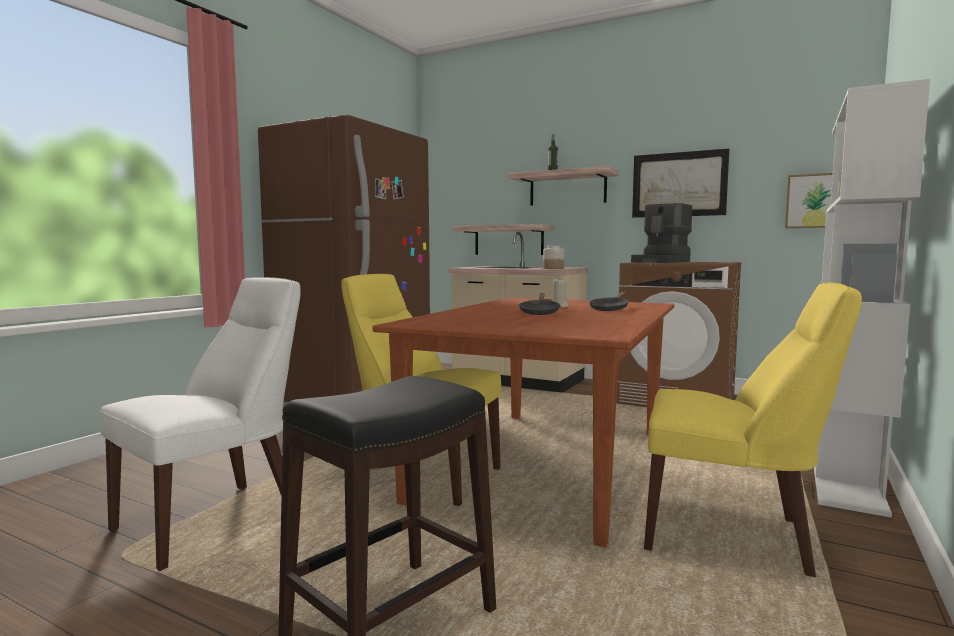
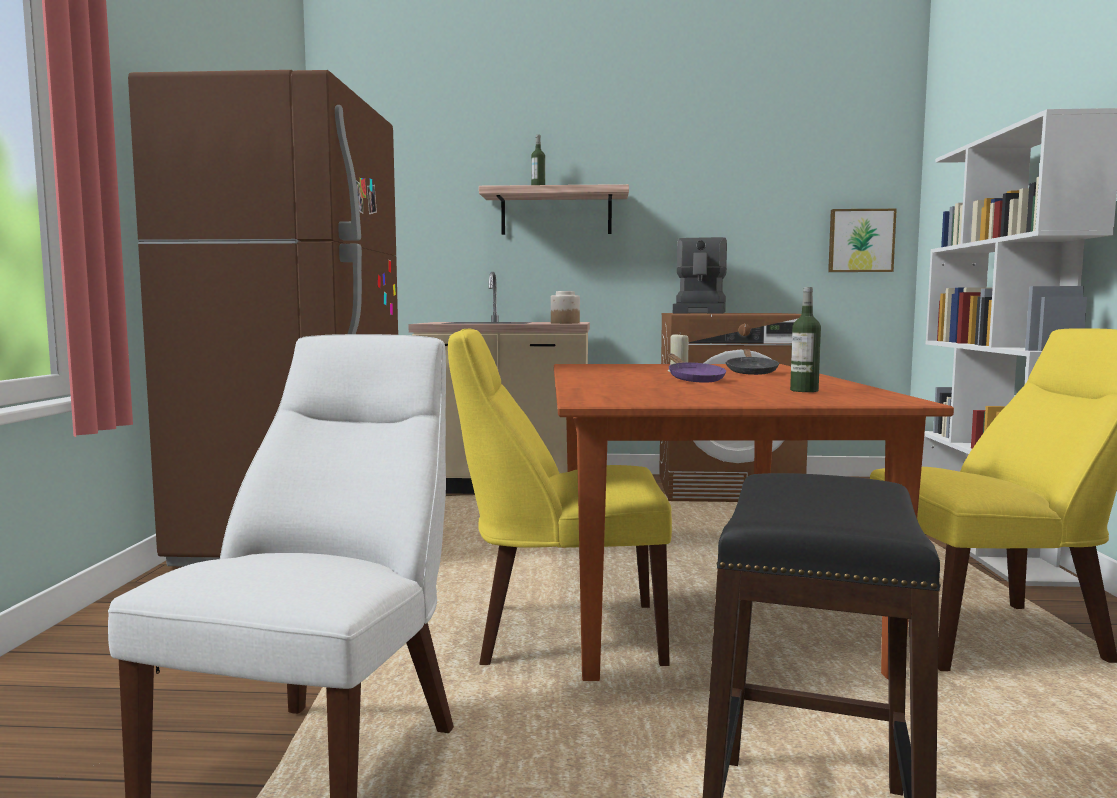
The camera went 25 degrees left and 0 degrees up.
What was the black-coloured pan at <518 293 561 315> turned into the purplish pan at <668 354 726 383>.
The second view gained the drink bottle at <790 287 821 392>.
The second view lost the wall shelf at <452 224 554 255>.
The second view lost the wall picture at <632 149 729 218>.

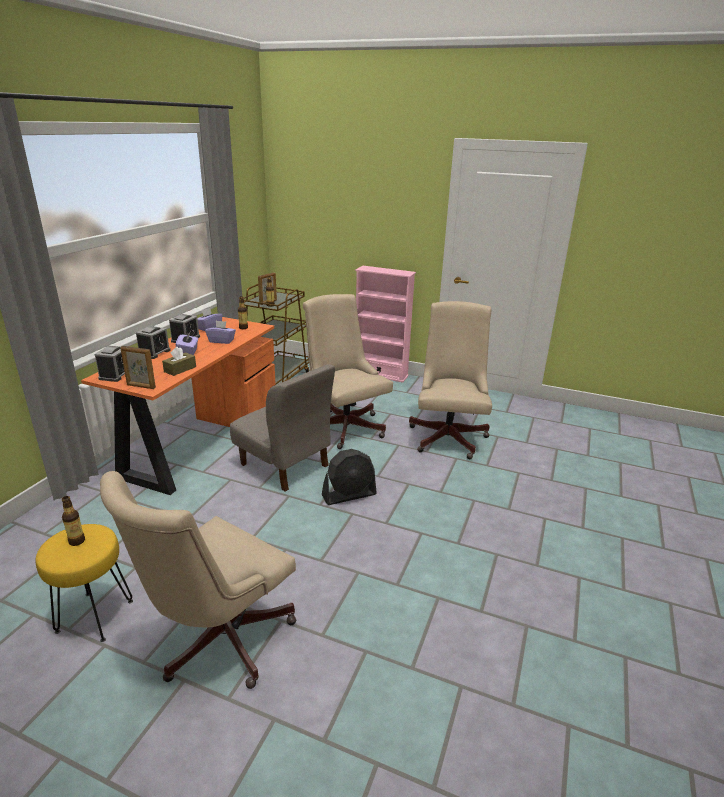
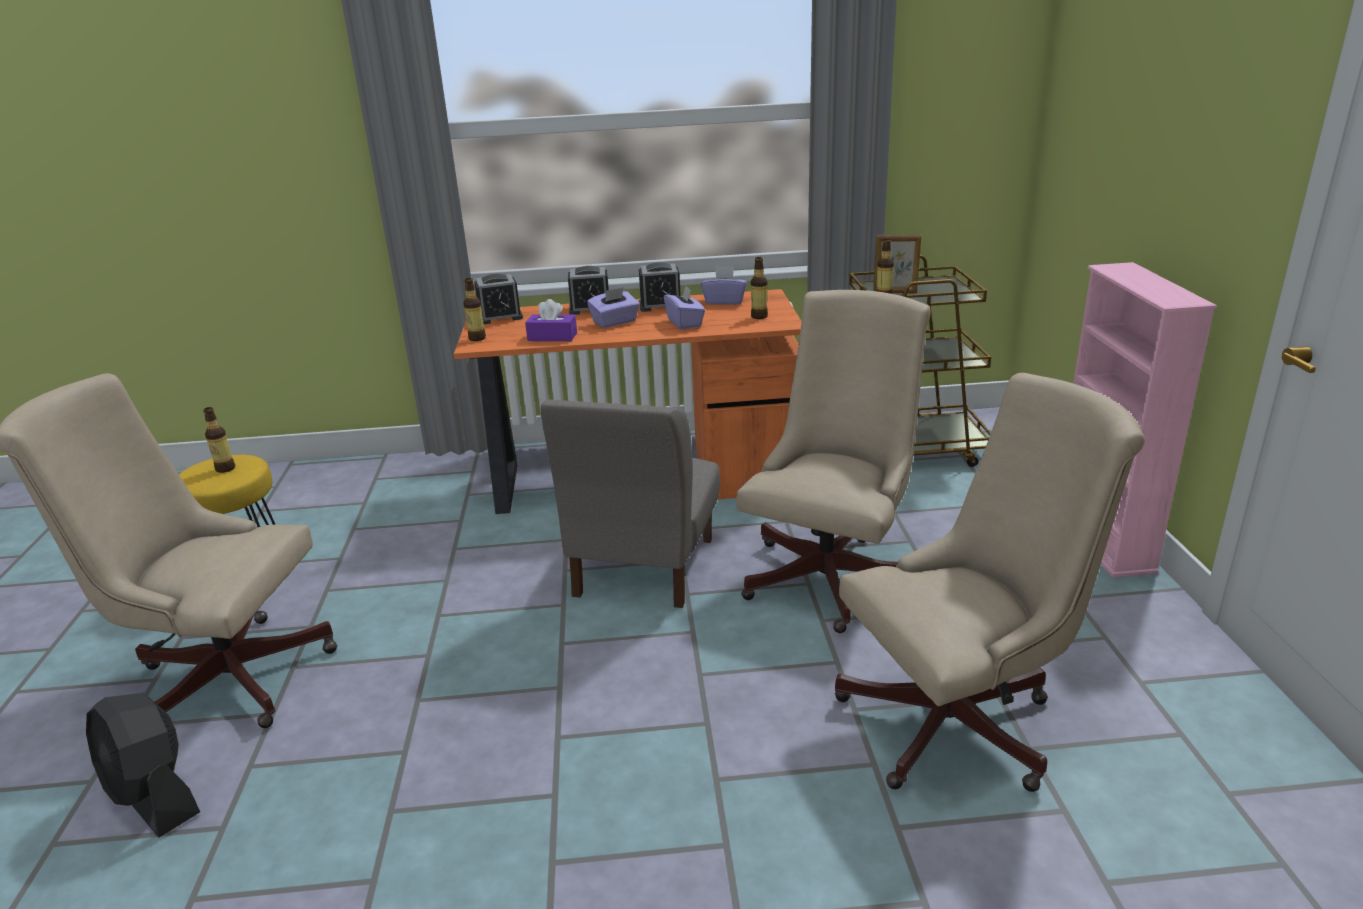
The camera went 65 degrees right and 0 degrees up.
The black-coloured cooling fan ended up elsewhere, having gone from <322 449 377 505> to <86 693 200 838>.
Where the standing frame stood at <120 346 156 389>, the drink bottle came to stand at <463 278 486 341>.
What was the brown-coloured box of tissues at <162 347 196 376> turned into the purplish box of tissues at <525 299 577 341>.

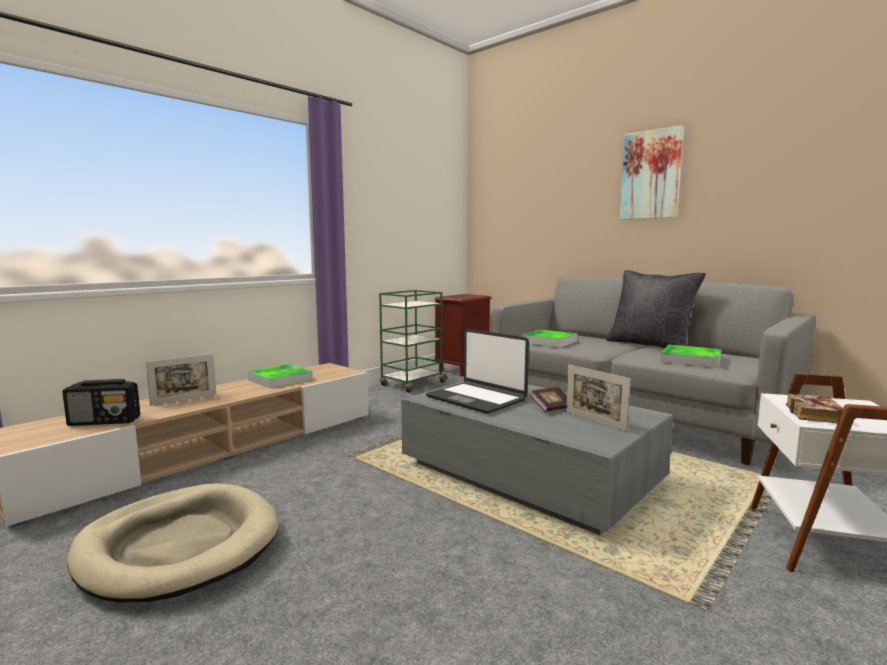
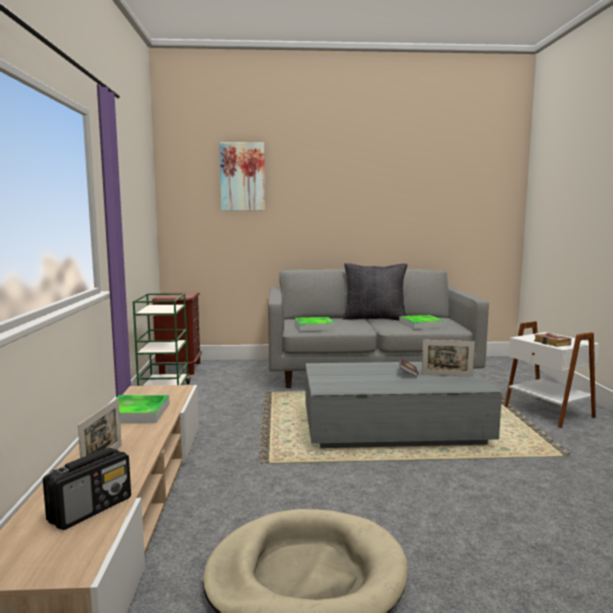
The camera went 45 degrees left and 0 degrees up.
The wall picture ended up elsewhere, having gone from <620 125 684 220> to <219 142 265 211>.
The second view lost the portable computer at <426 329 529 414>.

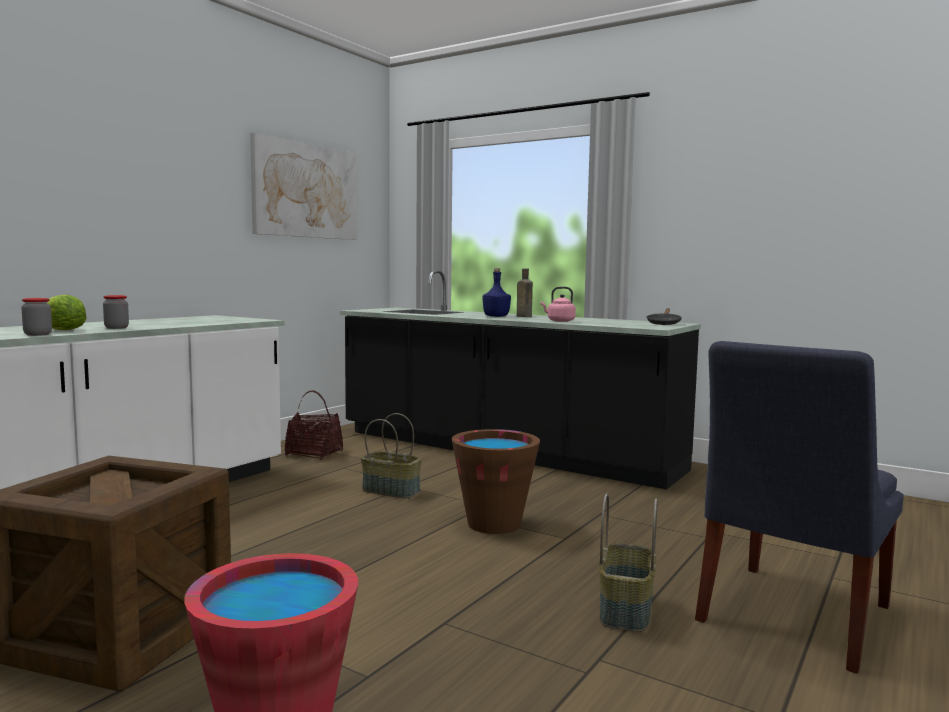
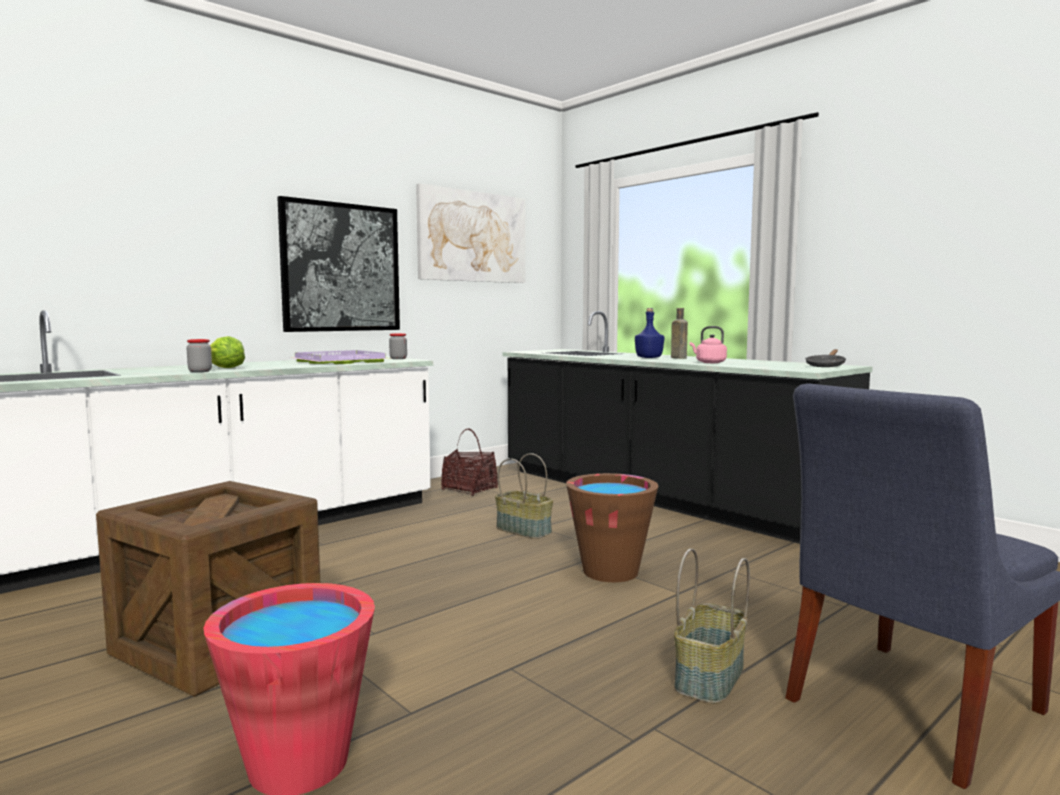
The camera went 15 degrees right and 0 degrees up.
The second view gained the wall picture at <277 196 400 332>.
The second view gained the purplish carrying tray at <289 350 388 364>.
The storage jar ended up elsewhere, having gone from <103 295 129 329> to <389 333 407 359>.

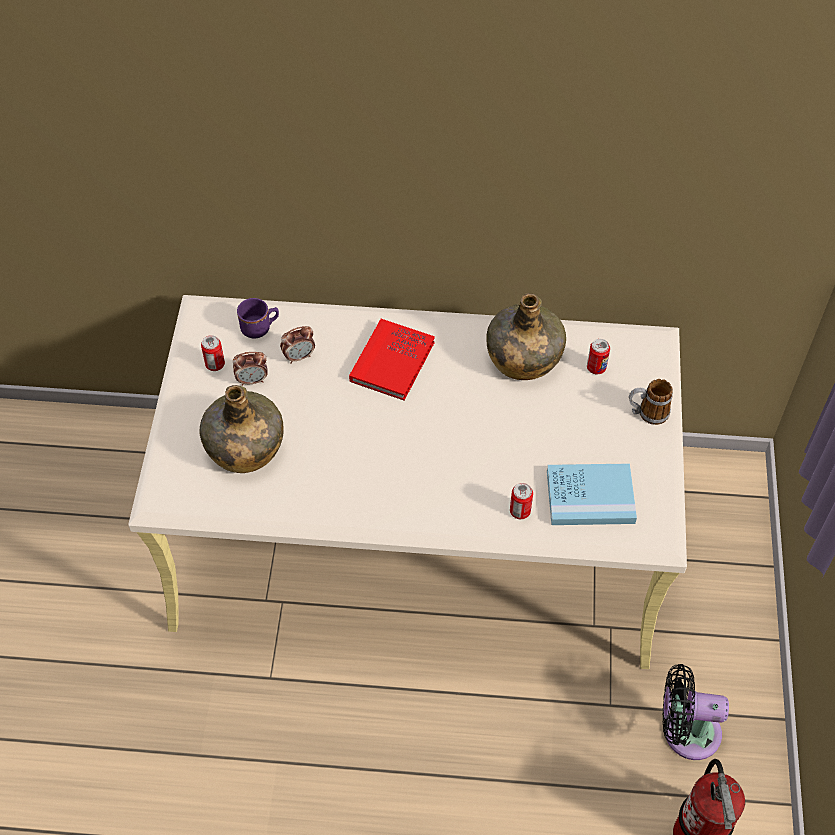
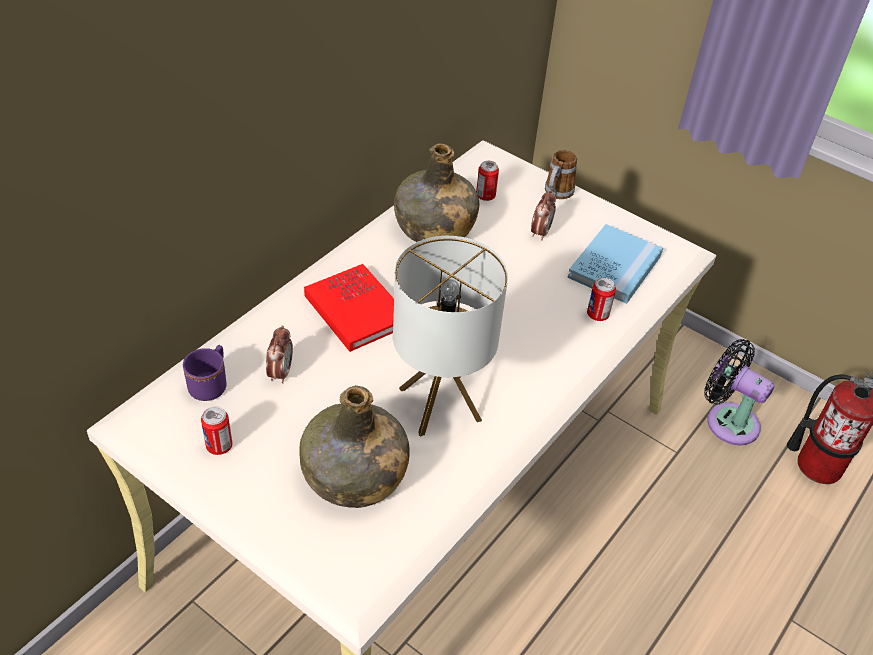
The camera went 60 degrees left and 10 degrees down.
The second view gained the tabletop lamp at <393 236 508 436>.
The alarm clock ended up elsewhere, having gone from <233 352 268 386> to <531 190 556 241>.
The black-coloured cooling fan at <663 664 729 760> ended up facing another way, 90 degrees clockwise from before.

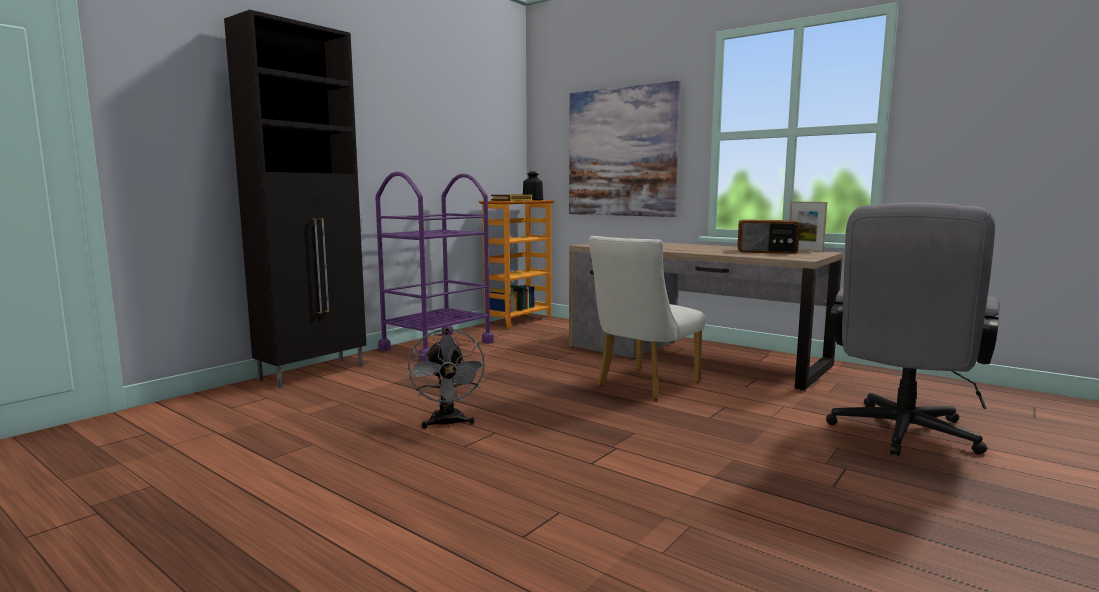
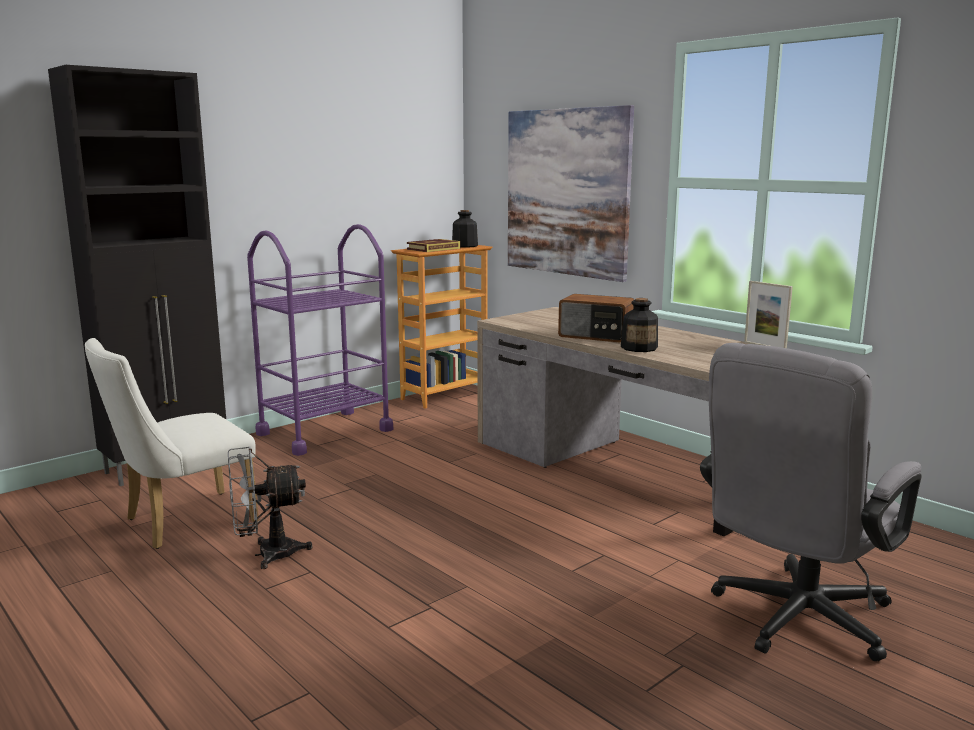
The camera went 10 degrees right and 5 degrees up.
The white upright chair ended up elsewhere, having gone from <588 236 705 400> to <85 338 259 549>.
The grey cooling fan at <408 328 486 429> ended up facing another way, 75 degrees clockwise from before.
The radio set ended up elsewhere, having gone from <737 220 800 254> to <558 294 635 342>.
The second view gained the drink bottle at <621 298 658 352>.

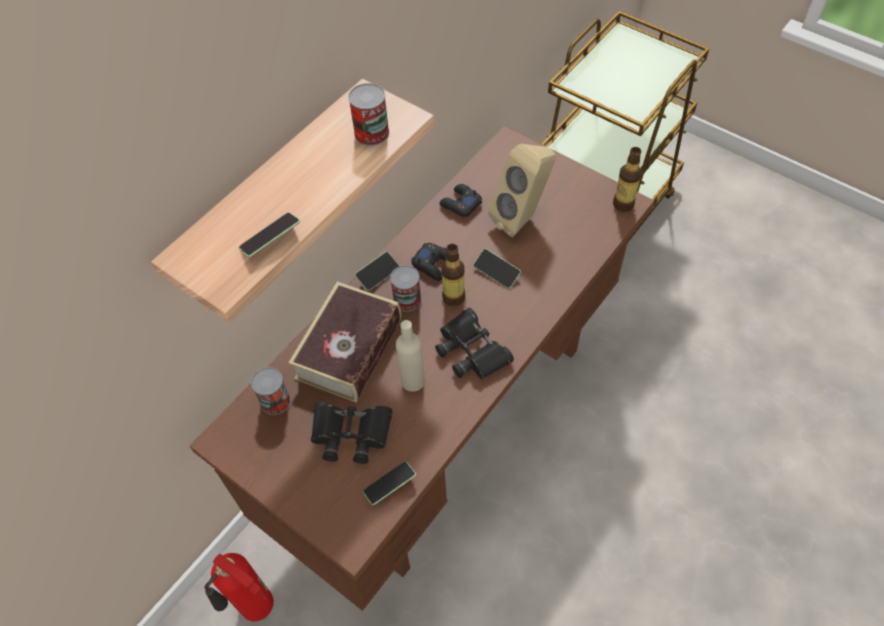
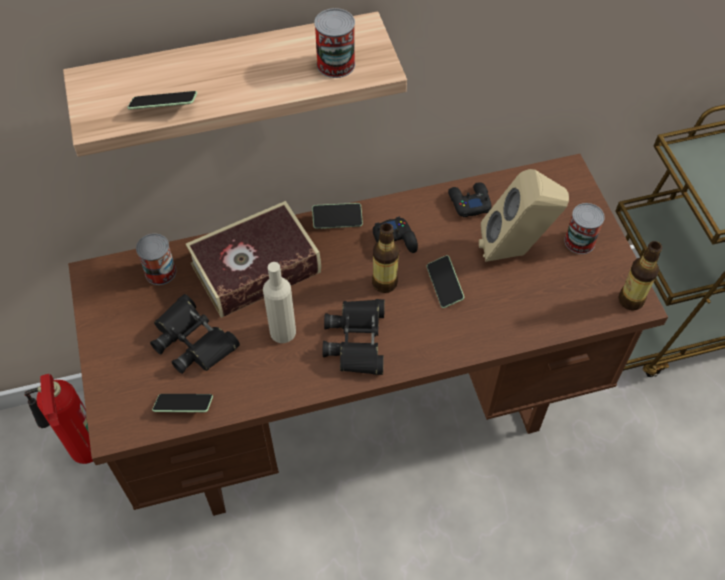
The camera went 35 degrees right and 0 degrees up.
The sealed can ended up elsewhere, having gone from <390 265 421 312> to <564 203 605 254>.

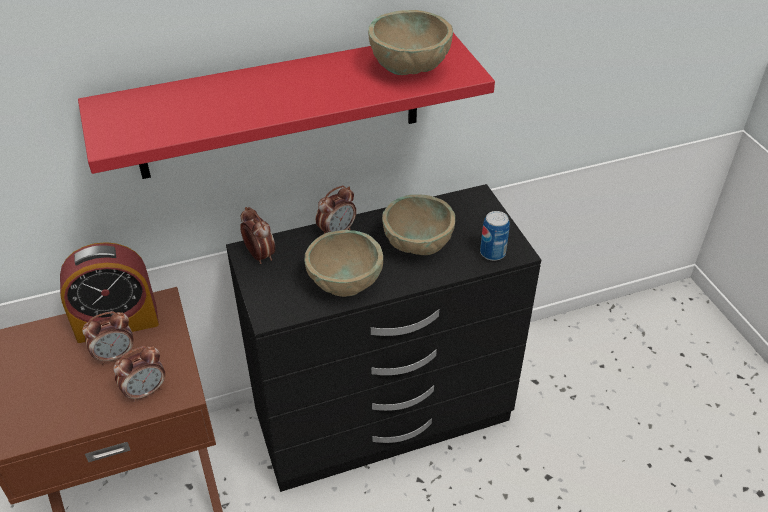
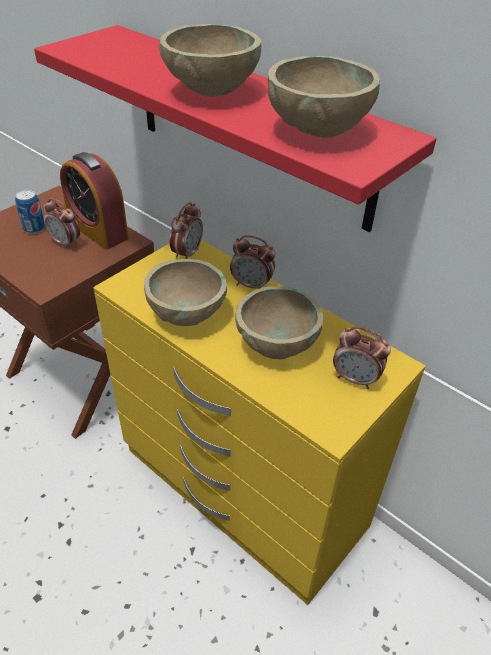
The camera went 60 degrees right and 0 degrees up.
The sealed can ended up elsewhere, having gone from <480 211 510 261> to <15 190 45 234>.
What was the black-coloured dresser at <226 184 541 492> turned into the yellow dresser at <93 240 426 605>.
The second view gained the beige bowl at <159 24 261 97>.
The alarm clock ended up elsewhere, having gone from <114 346 165 403> to <333 326 391 389>.

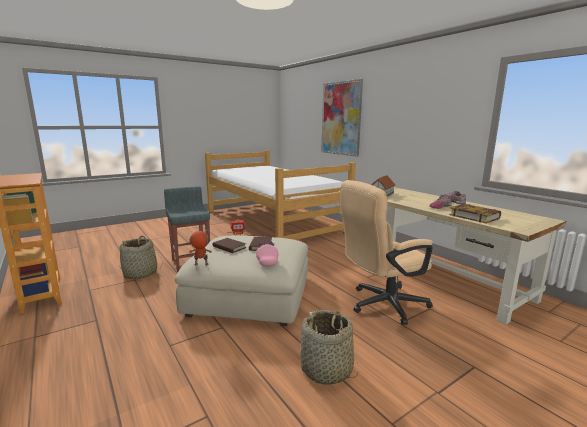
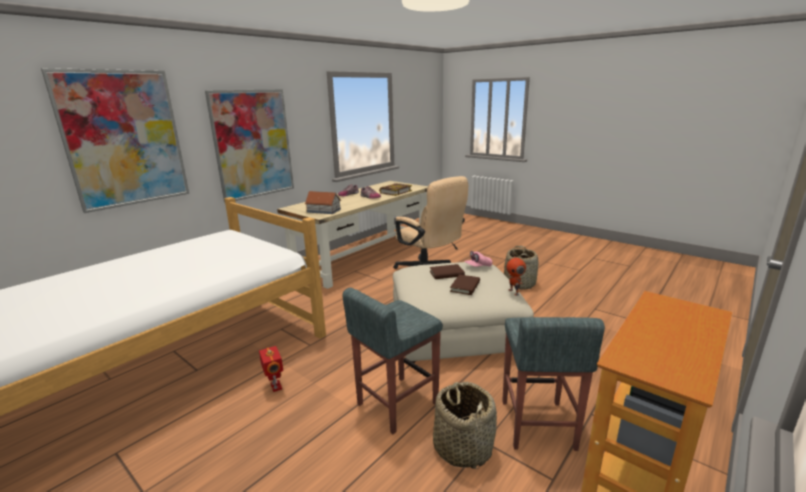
The camera went 105 degrees left and 5 degrees up.
The second view gained the wall picture at <205 89 294 203>.
The second view gained the grey stool seat at <502 317 605 451>.

